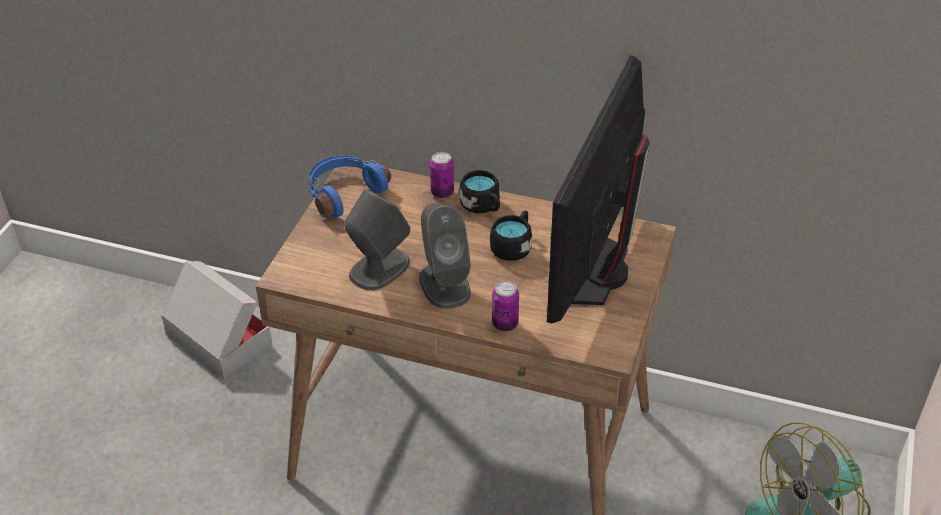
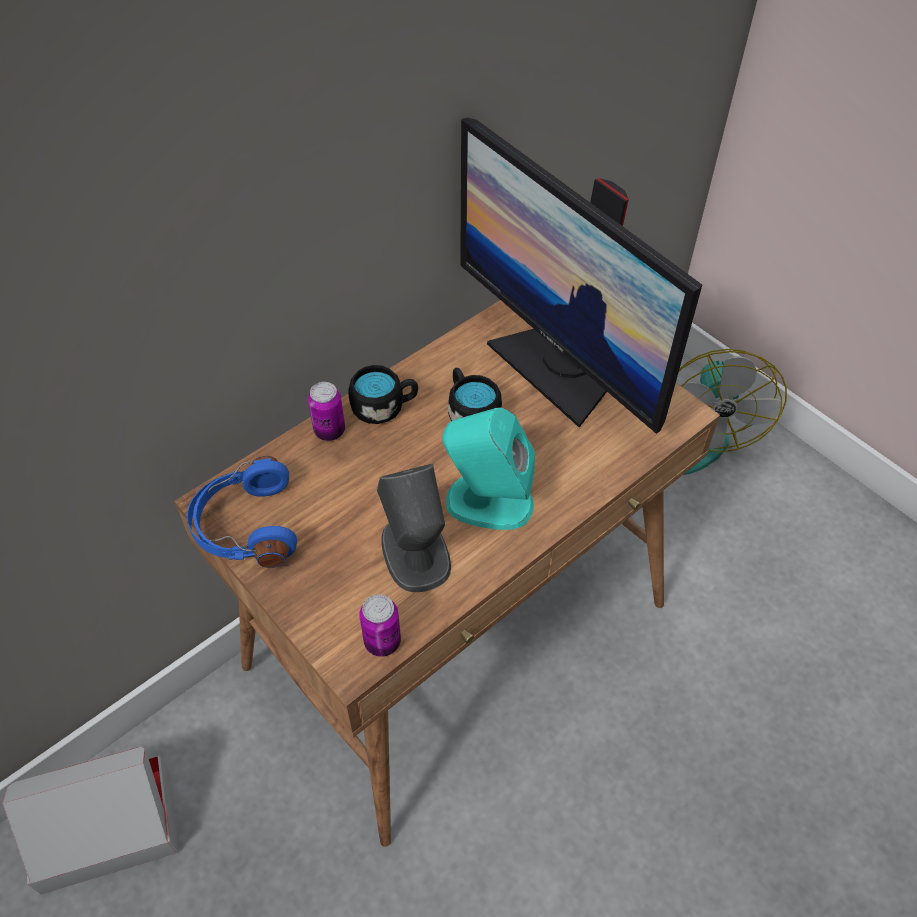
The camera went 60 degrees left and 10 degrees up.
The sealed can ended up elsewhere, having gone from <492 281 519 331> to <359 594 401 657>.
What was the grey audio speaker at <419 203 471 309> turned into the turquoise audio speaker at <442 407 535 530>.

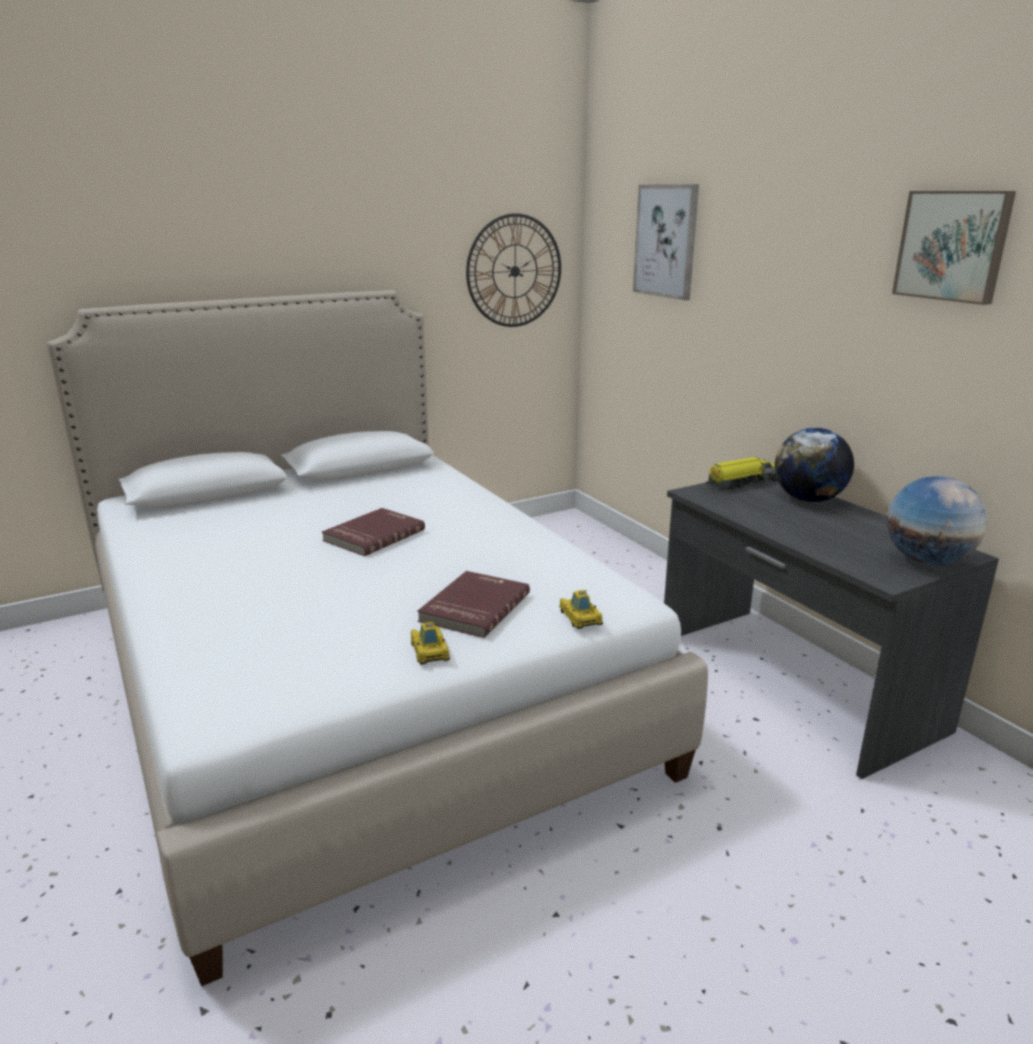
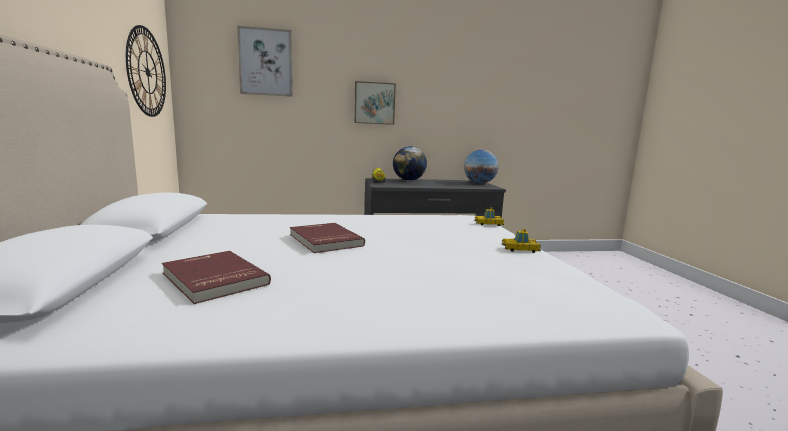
The camera went 70 degrees left and 10 degrees down.
The red book ended up elsewhere, having gone from <417 571 530 638> to <162 251 271 304>.
The wall picture ended up elsewhere, having gone from <892 191 1016 305> to <354 81 396 125>.

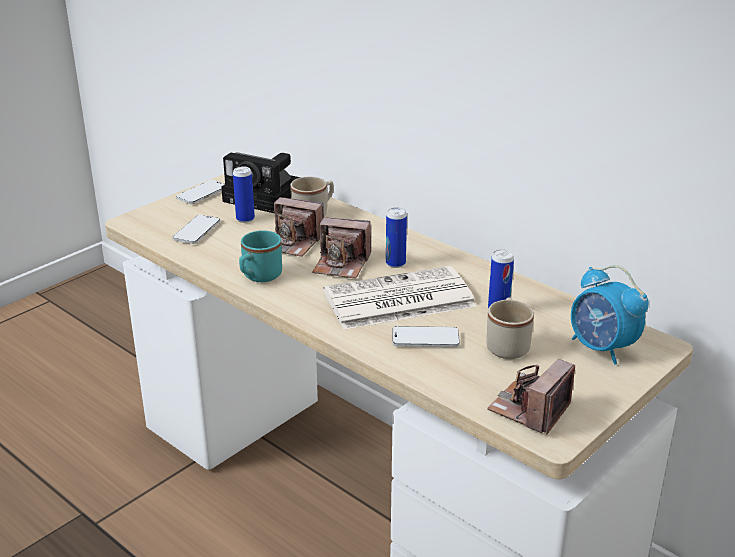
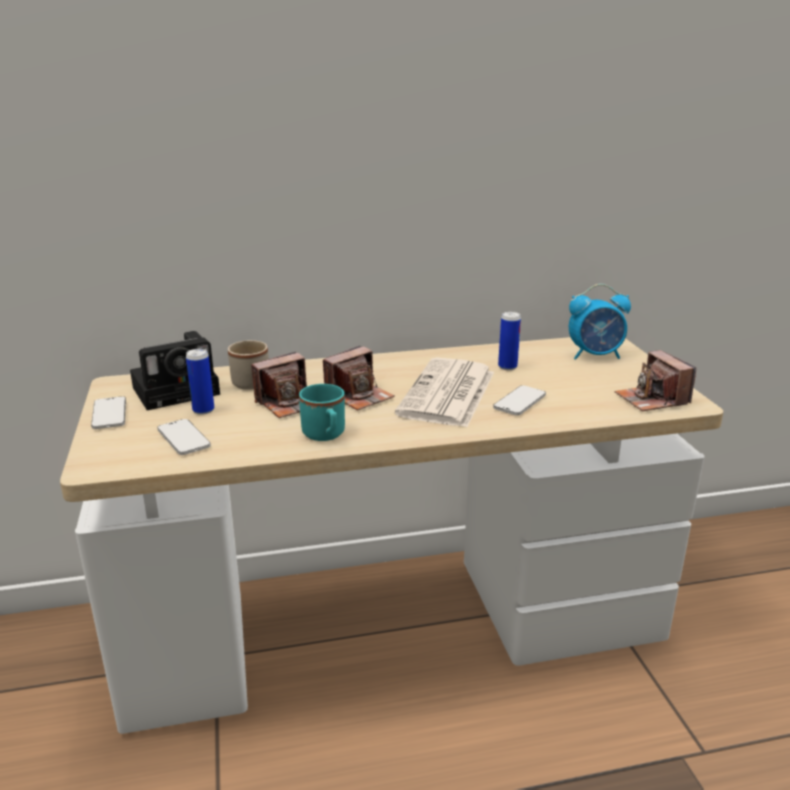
The camera went 55 degrees left and 5 degrees down.
The second view lost the sealed can at <386 207 407 268>.
The second view lost the beige tea mug at <486 297 534 359>.

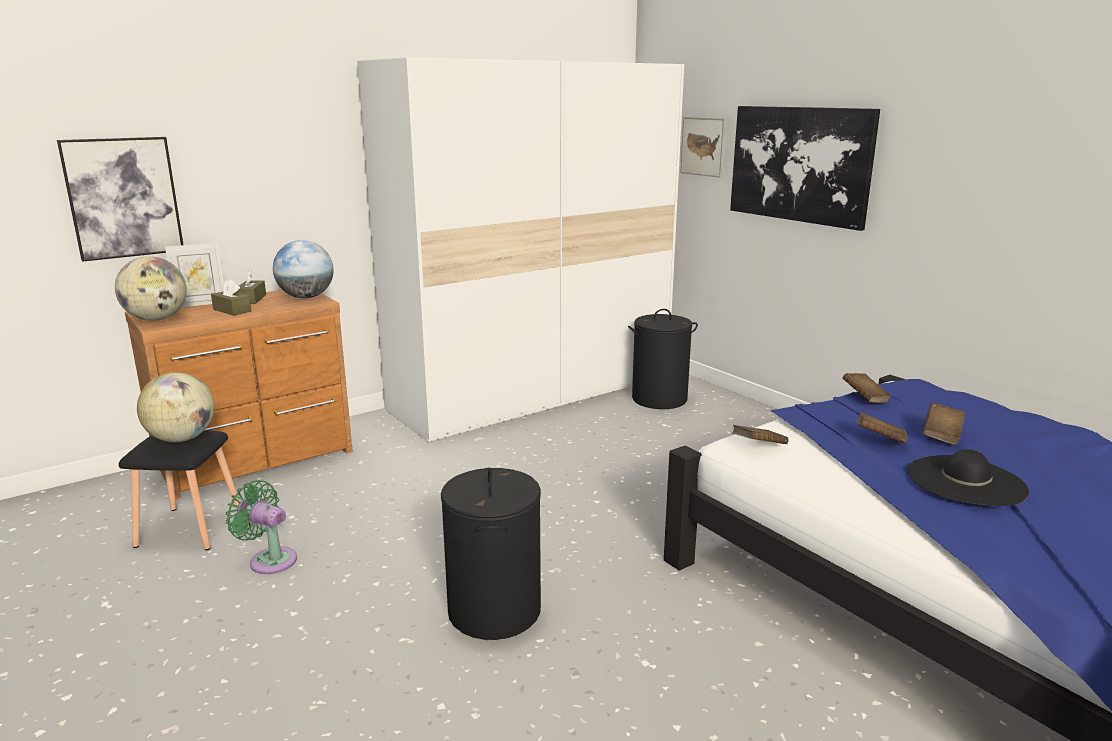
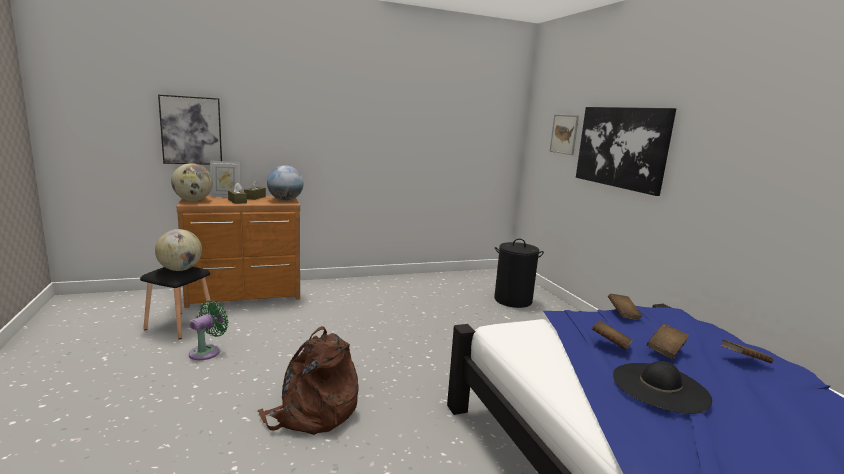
The camera went 15 degrees right and 5 degrees down.
The green-coloured cooling fan at <226 480 297 574> ended up facing another way, 75 degrees clockwise from before.
Where the black-coloured laundry basket stood at <441 468 541 640>, the brown-coloured rucksack came to stand at <258 326 359 435>.
The brown-coloured book ended up elsewhere, having gone from <732 425 789 444> to <721 339 773 363>.
The second view lost the white armoire at <357 57 684 442>.

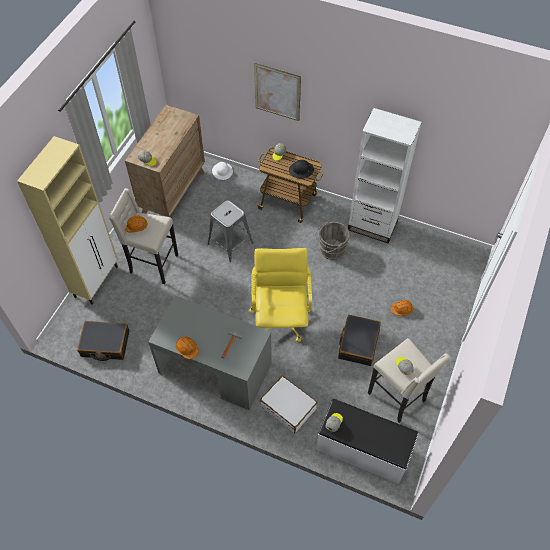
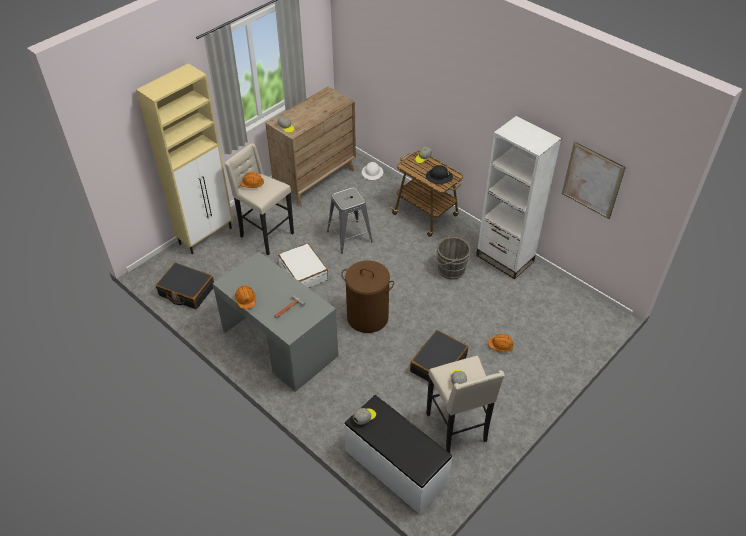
The camera went 20 degrees right and 10 degrees down.
The white travel case ended up elsewhere, having gone from <260 376 318 433> to <278 243 328 288>.
Where the yellow desk chair stood at <249 248 312 342>, the brown-coloured laundry basket came to stand at <341 260 394 333>.
The wall picture ended up elsewhere, having gone from <254 63 301 121> to <562 142 626 219>.

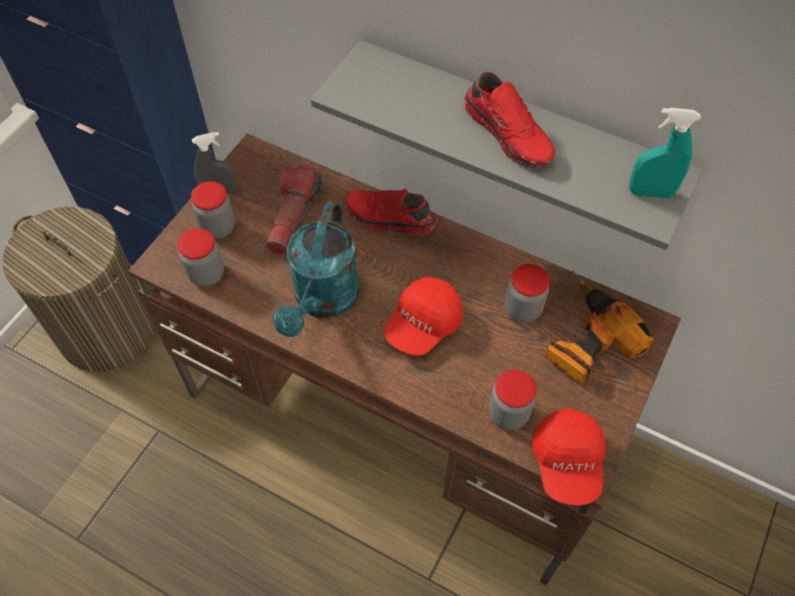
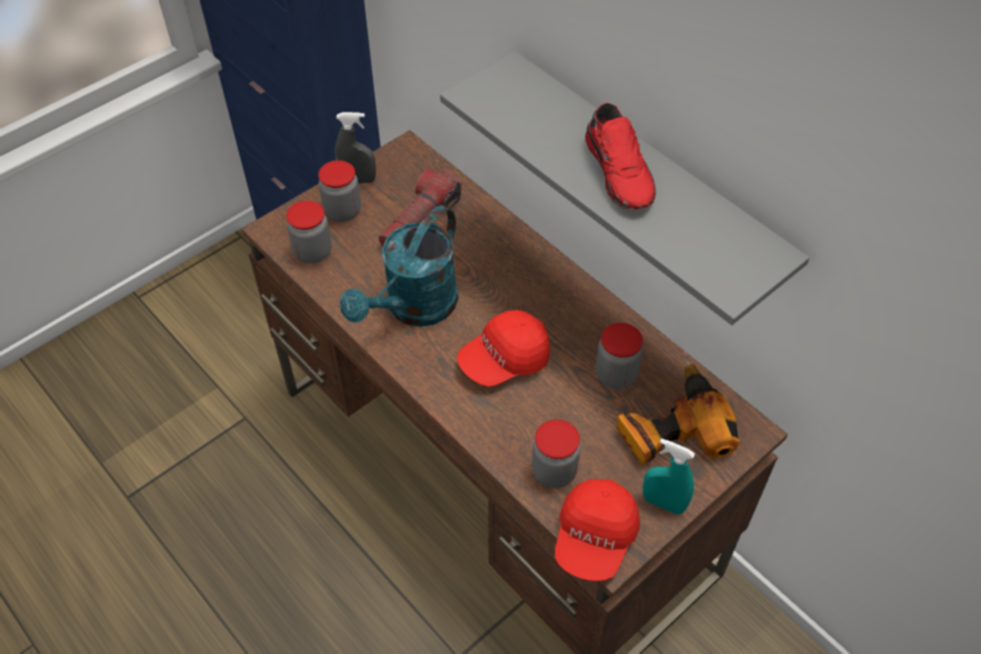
The camera went 20 degrees right and 5 degrees down.
The turquoise sprayer ended up elsewhere, having gone from <629 108 701 199> to <643 438 695 515>.
The second view lost the laundry basket at <3 207 154 372>.
The second view lost the red item of footwear at <345 189 437 236>.

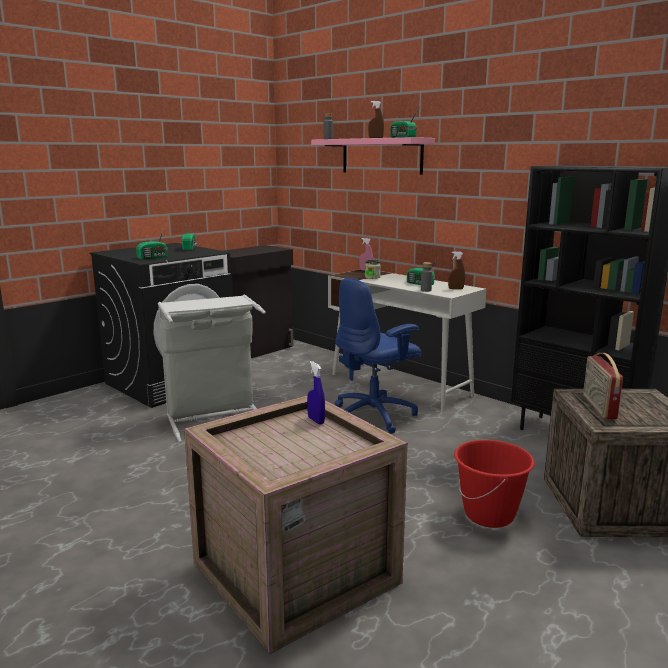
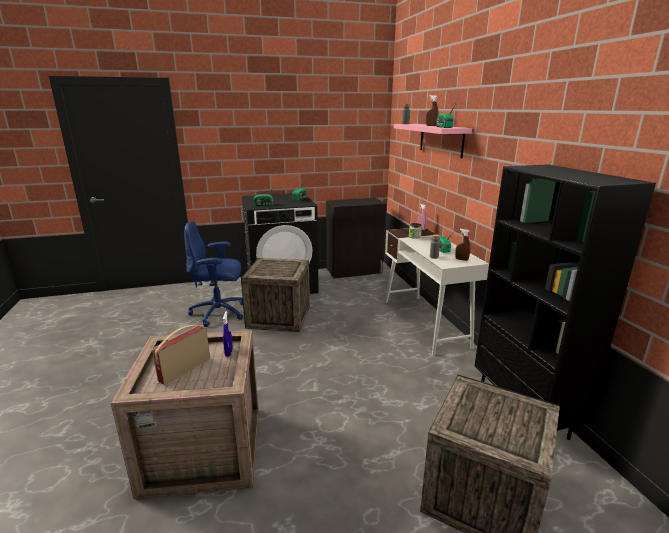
The camera went 30 degrees right and 5 degrees up.
The radio set ended up elsewhere, having gone from <583 353 623 419> to <152 325 210 385>.
The blue-coloured desk chair ended up elsewhere, having gone from <335 278 421 434> to <184 221 243 327>.
Where the grey laundry basket stood at <158 295 266 443>, the packing crate came to stand at <241 258 310 332>.
The second view lost the red bucket at <454 440 535 528>.

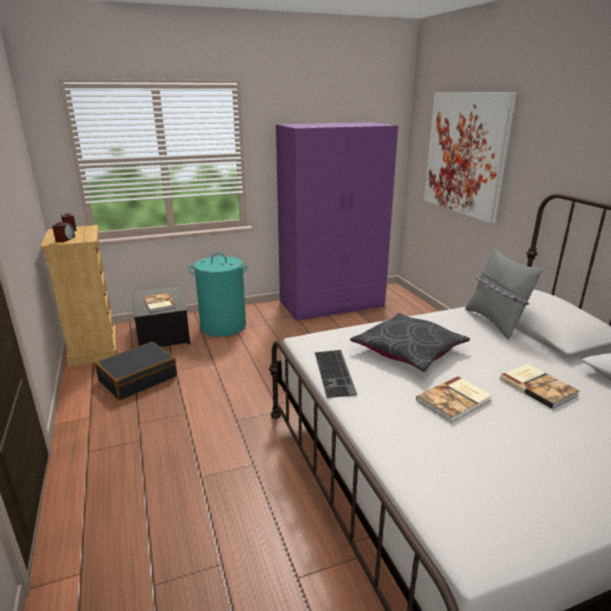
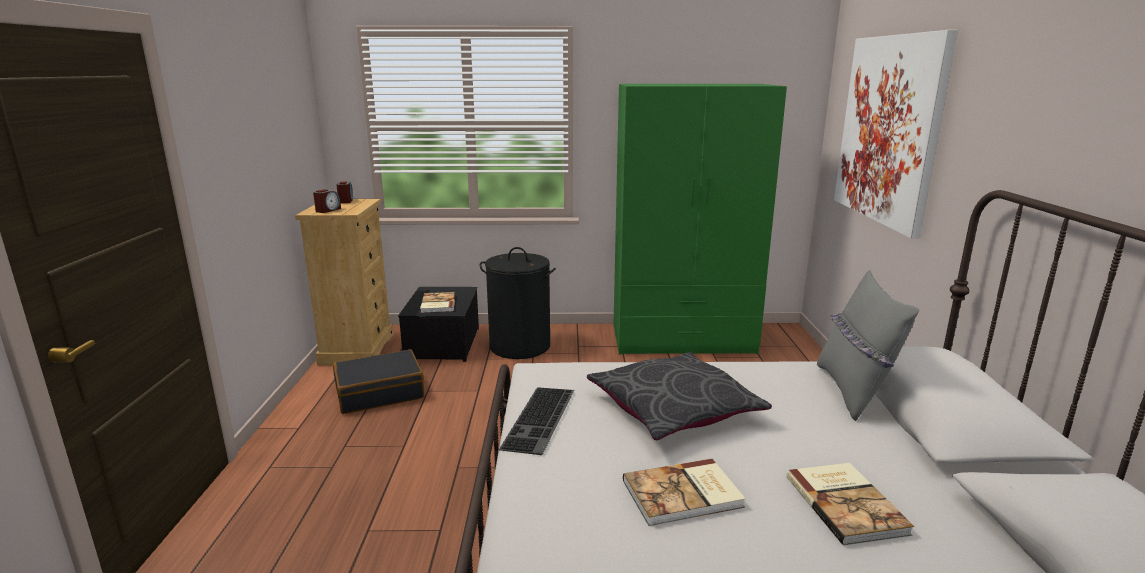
The camera went 20 degrees right and 5 degrees down.
What was the turquoise laundry basket at <188 253 249 337> turned into the black-coloured laundry basket at <480 247 556 359>.
What was the purplish armoire at <276 122 398 321> turned into the green-coloured armoire at <613 84 787 355>.

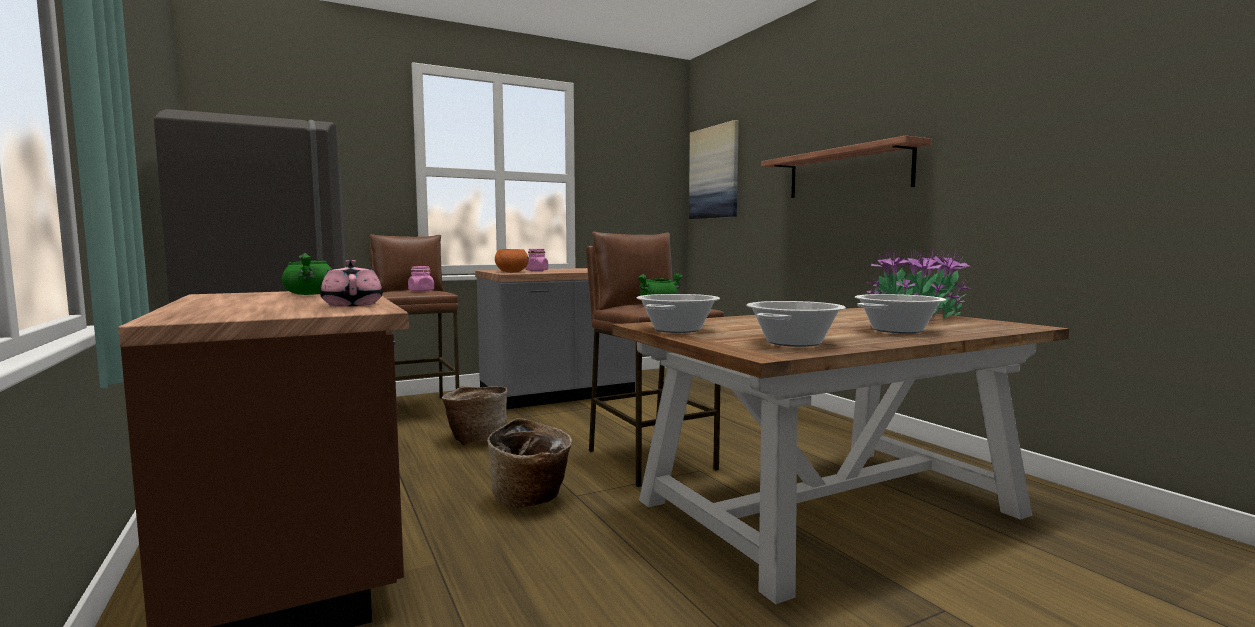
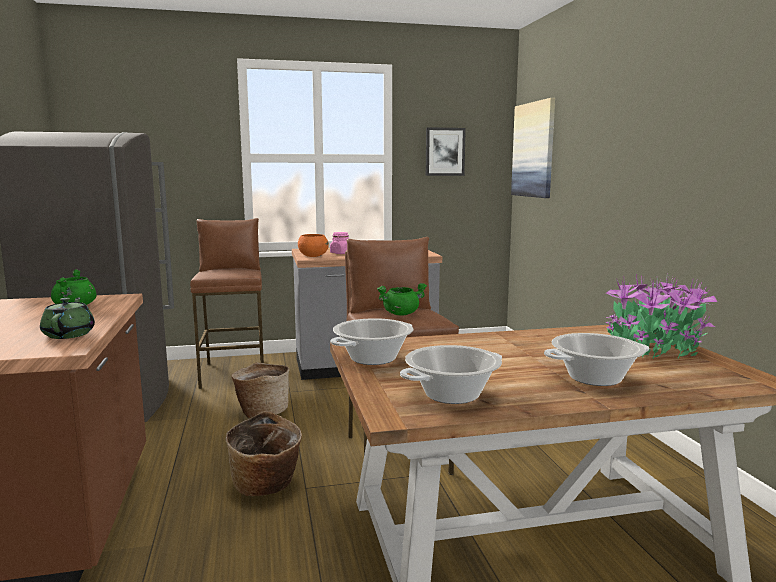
The camera went 15 degrees right and 5 degrees up.
What was the pinkish pot for tea at <320 260 383 306> turned into the green-coloured pot for tea at <40 297 95 339>.
The second view gained the wall picture at <426 127 466 176>.
The second view lost the pinkish storage jar at <408 266 434 292>.
The second view lost the wall shelf at <761 136 932 198>.

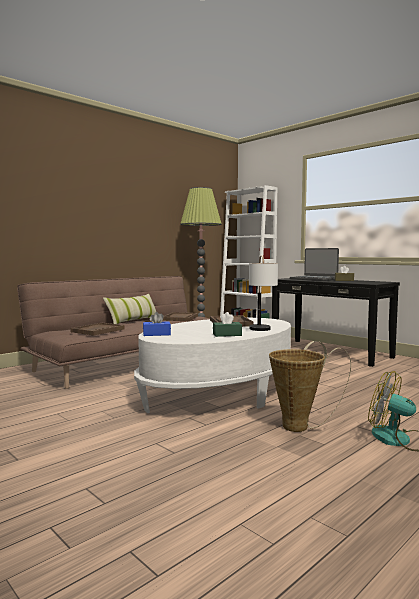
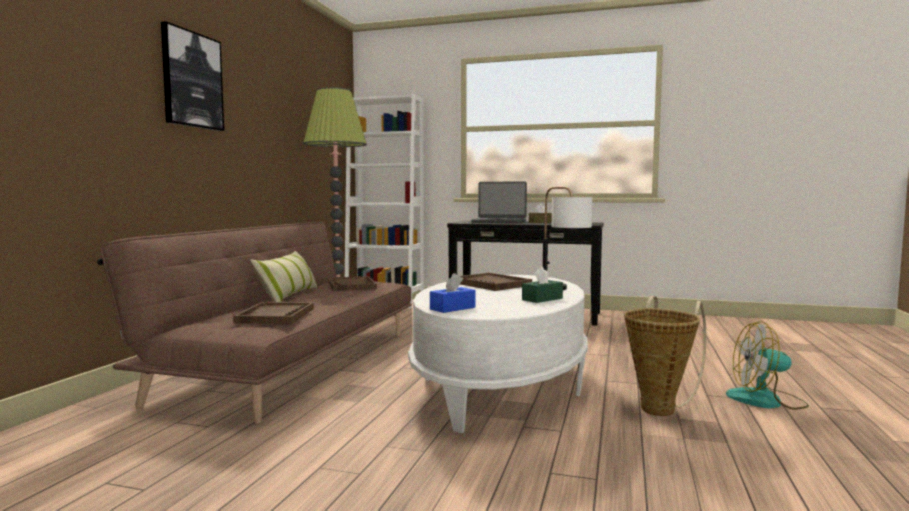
The camera went 30 degrees left and 0 degrees up.
The second view gained the wall picture at <161 21 224 131>.

